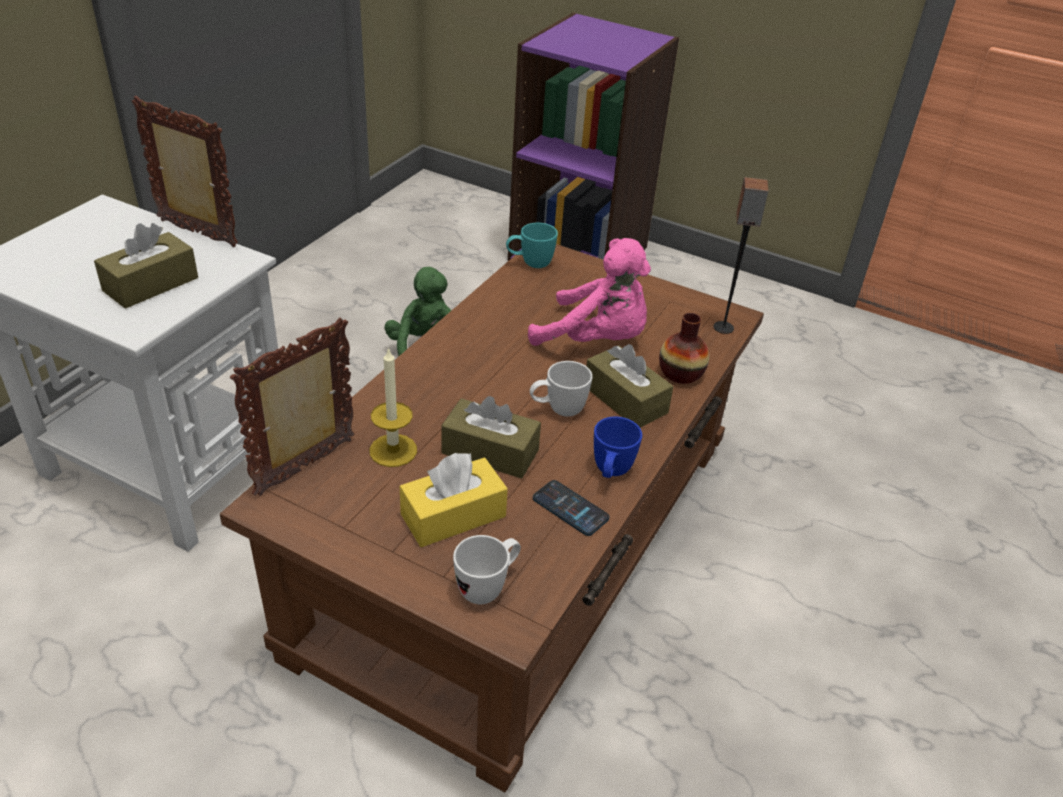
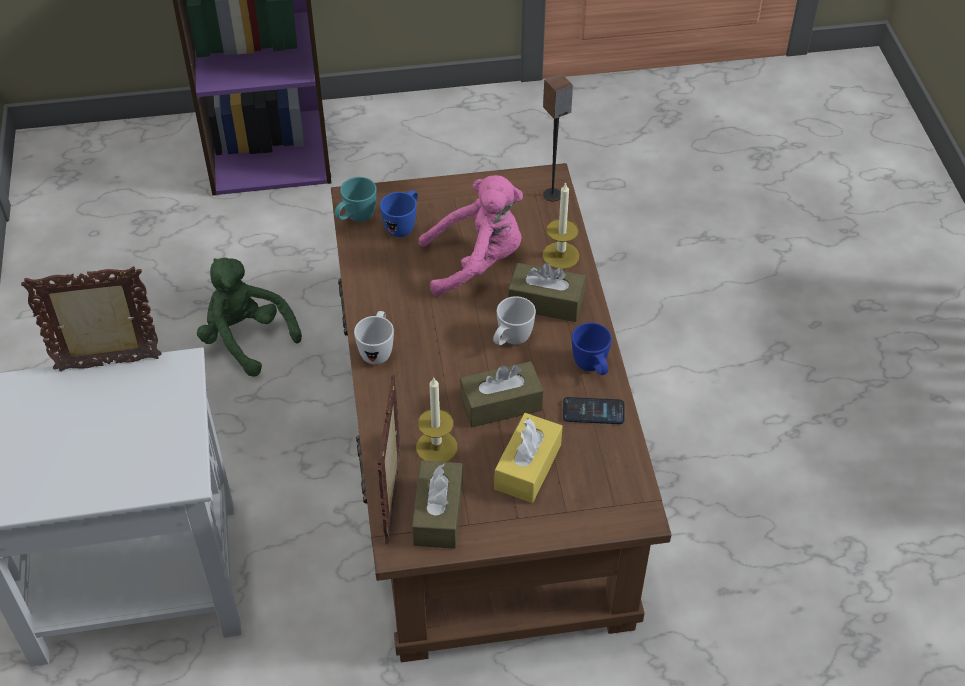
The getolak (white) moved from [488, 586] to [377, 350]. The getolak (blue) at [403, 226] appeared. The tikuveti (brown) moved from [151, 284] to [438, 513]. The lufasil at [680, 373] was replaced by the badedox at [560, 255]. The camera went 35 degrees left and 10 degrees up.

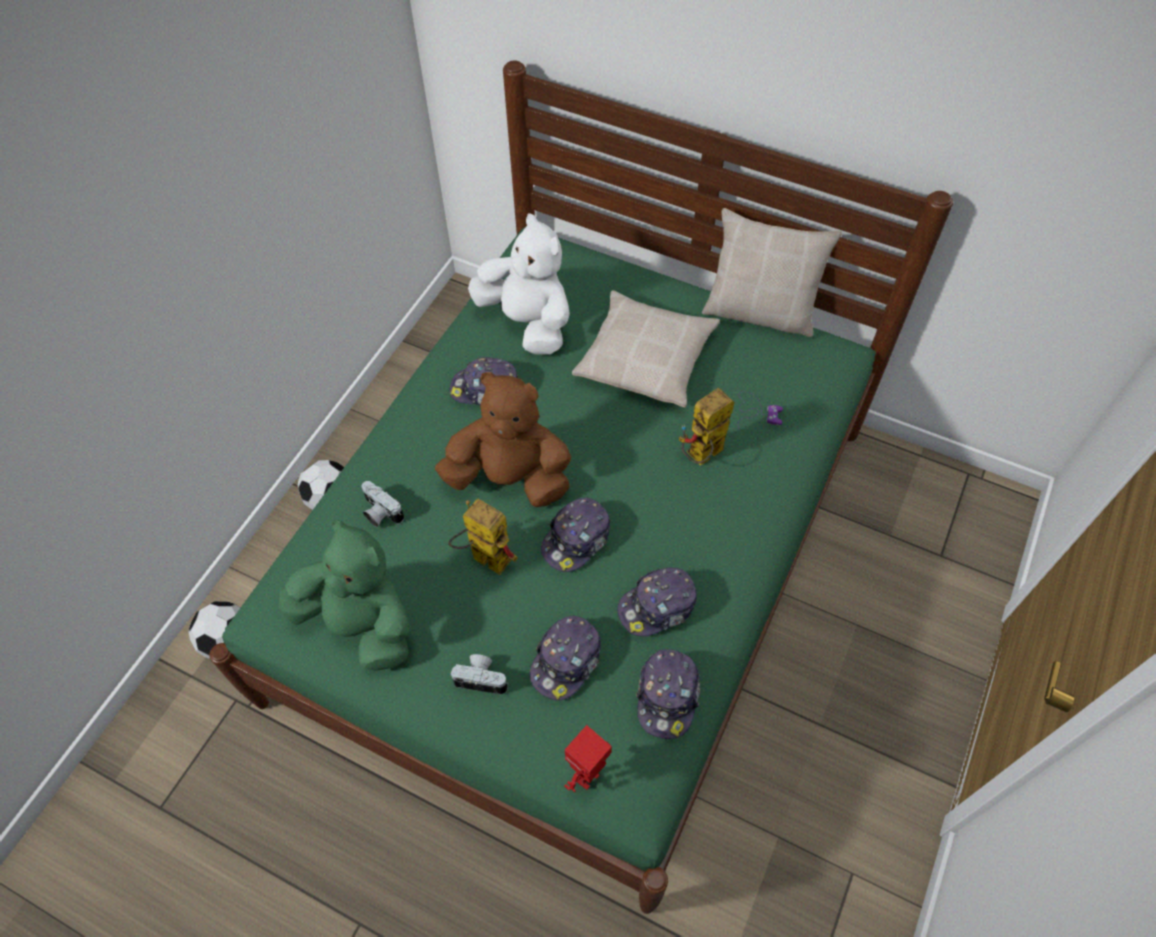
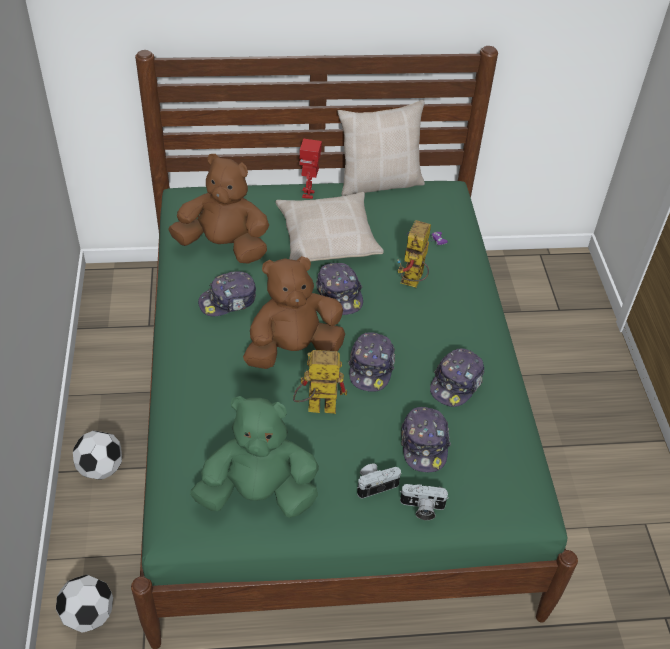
The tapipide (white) at [527, 322] became the tapipide (brown) at [224, 246]. The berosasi moved from [587, 778] to [309, 194]. The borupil moved from [667, 696] to [339, 294]. The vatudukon moved from [380, 513] to [422, 508]. The camera went 35 degrees left and 10 degrees down.

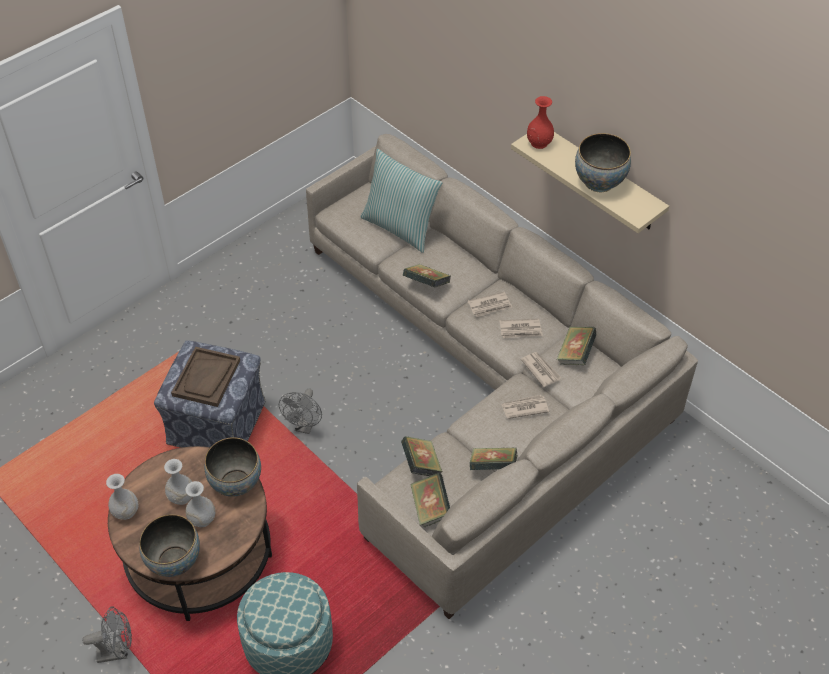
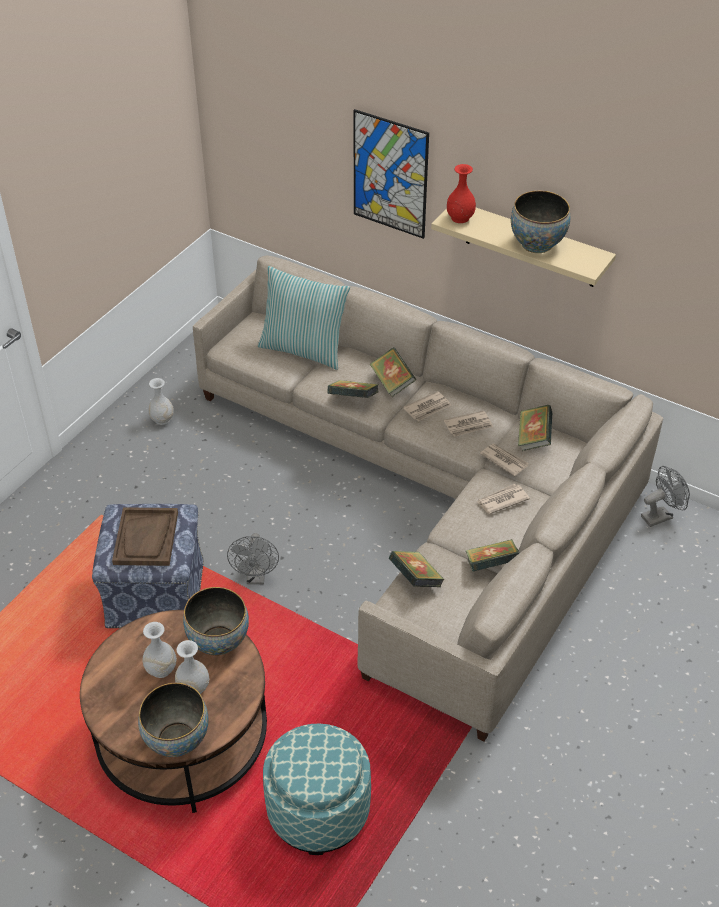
The lufasil (white) moved from [126, 512] to [162, 419]. The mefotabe at [390, 174] appeared. The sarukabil moved from [430, 508] to [392, 383]. The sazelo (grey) moved from [118, 651] to [660, 515]. The camera went 15 degrees left and 5 degrees down.

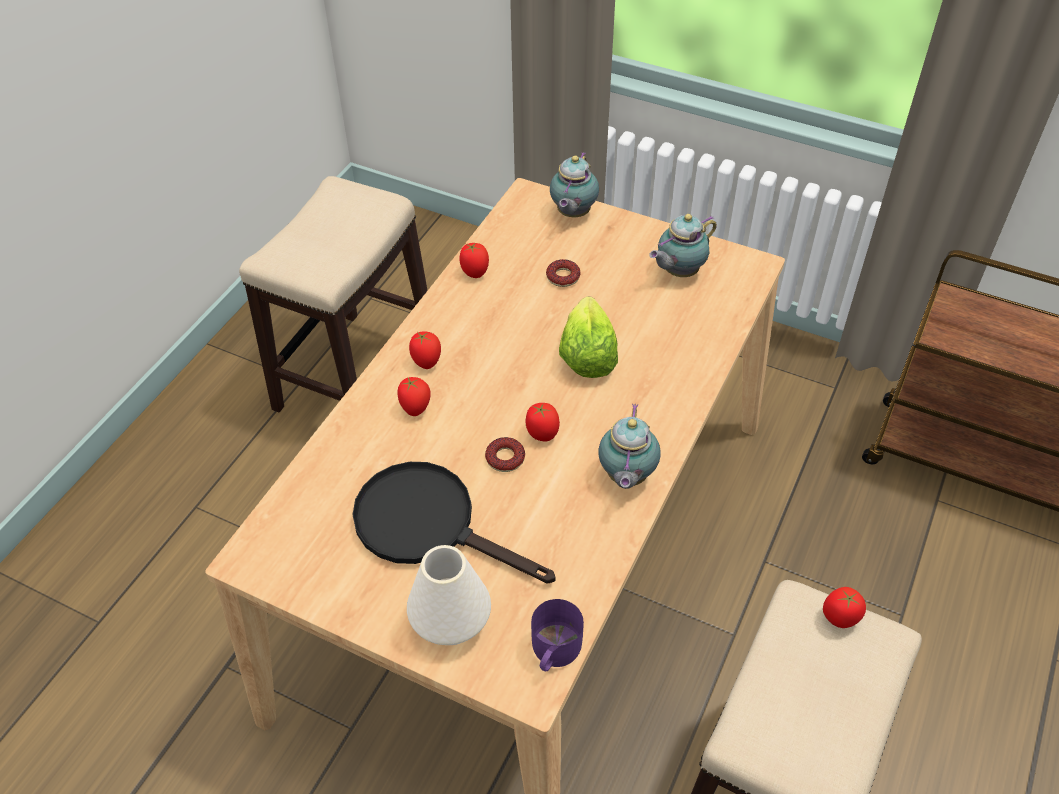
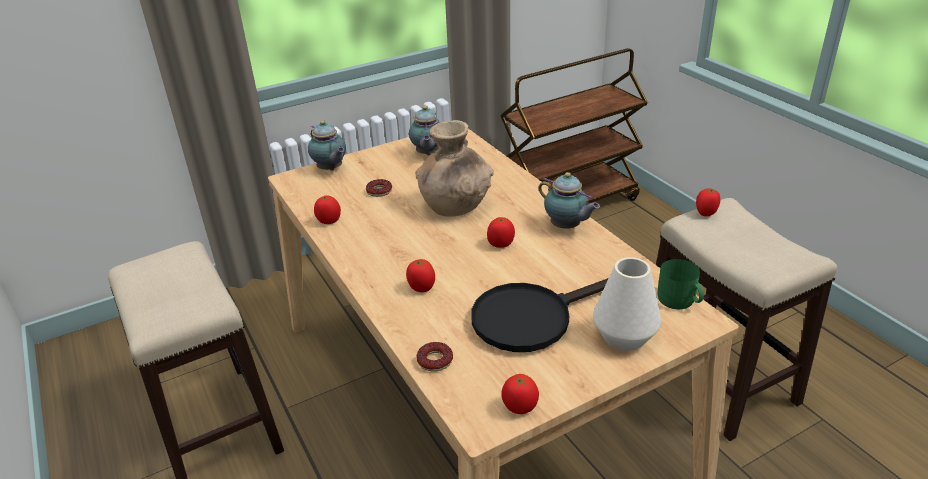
The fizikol at [587, 355] was replaced by the lufasil (brown) at [455, 206]. The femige moved from [505, 458] to [435, 360]. The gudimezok moved from [426, 362] to [519, 408]. The getolak (purple) at [553, 652] became the getolak (green) at [679, 301]. The camera went 55 degrees left and 15 degrees down.

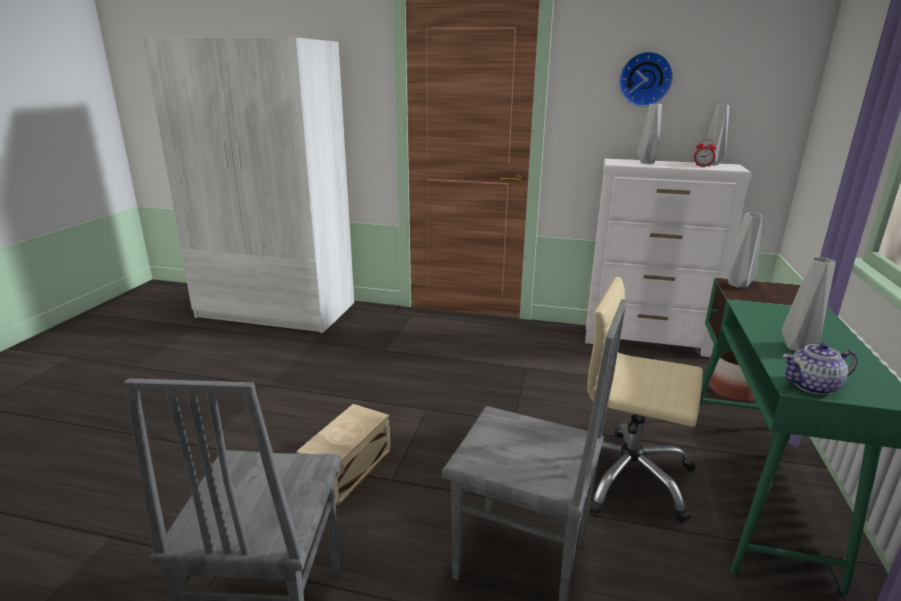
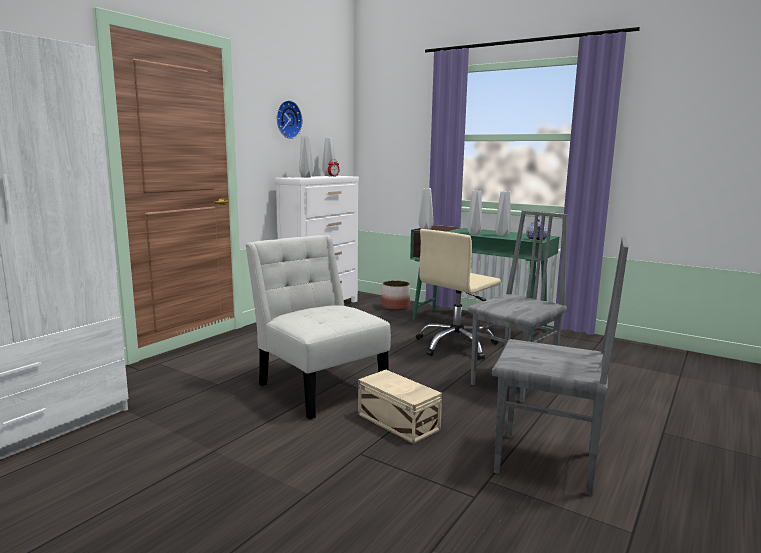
The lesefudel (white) at [319, 386] appeared. The lufasil (grey) at [474, 233] appeared. The camera went 70 degrees left and 10 degrees down.

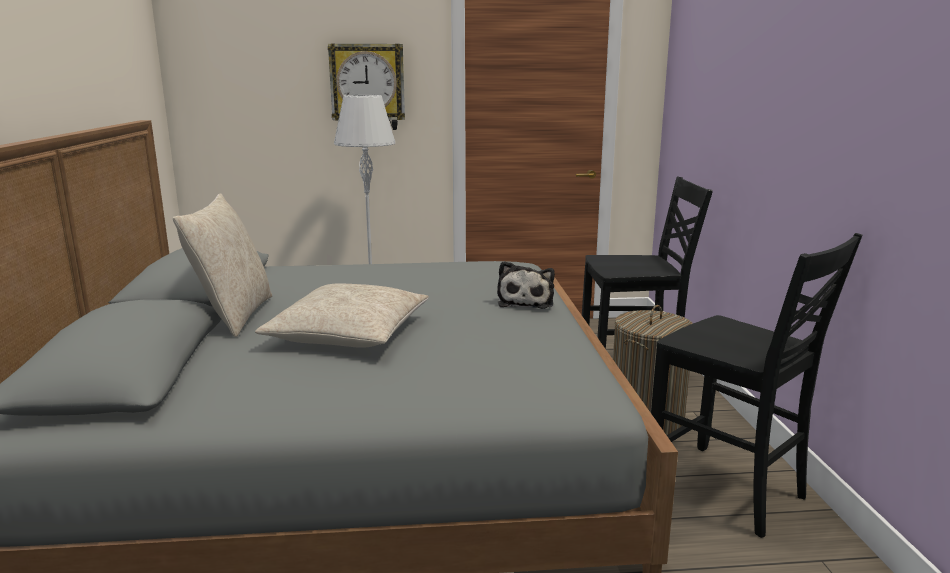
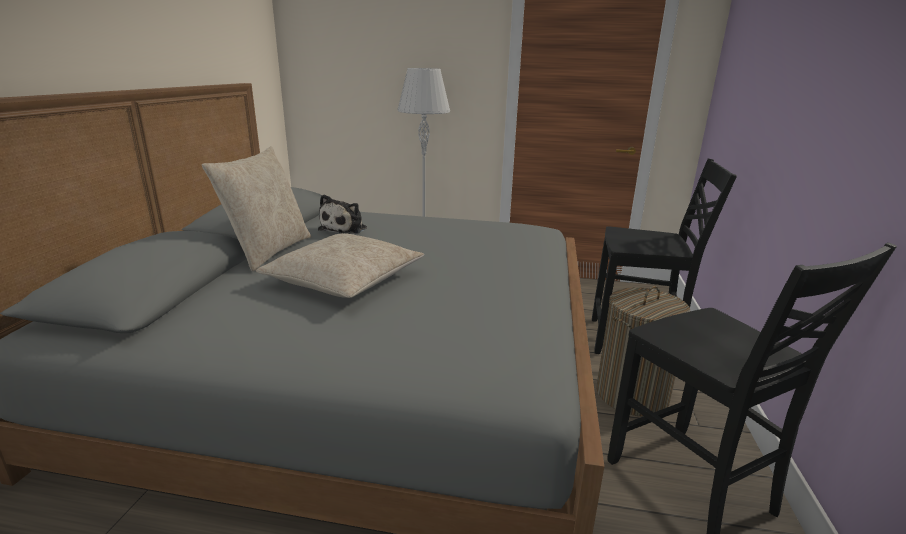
The tapipide moved from [526, 301] to [345, 228]. The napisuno at [367, 87] disappeared. The camera went 15 degrees right and 5 degrees up.

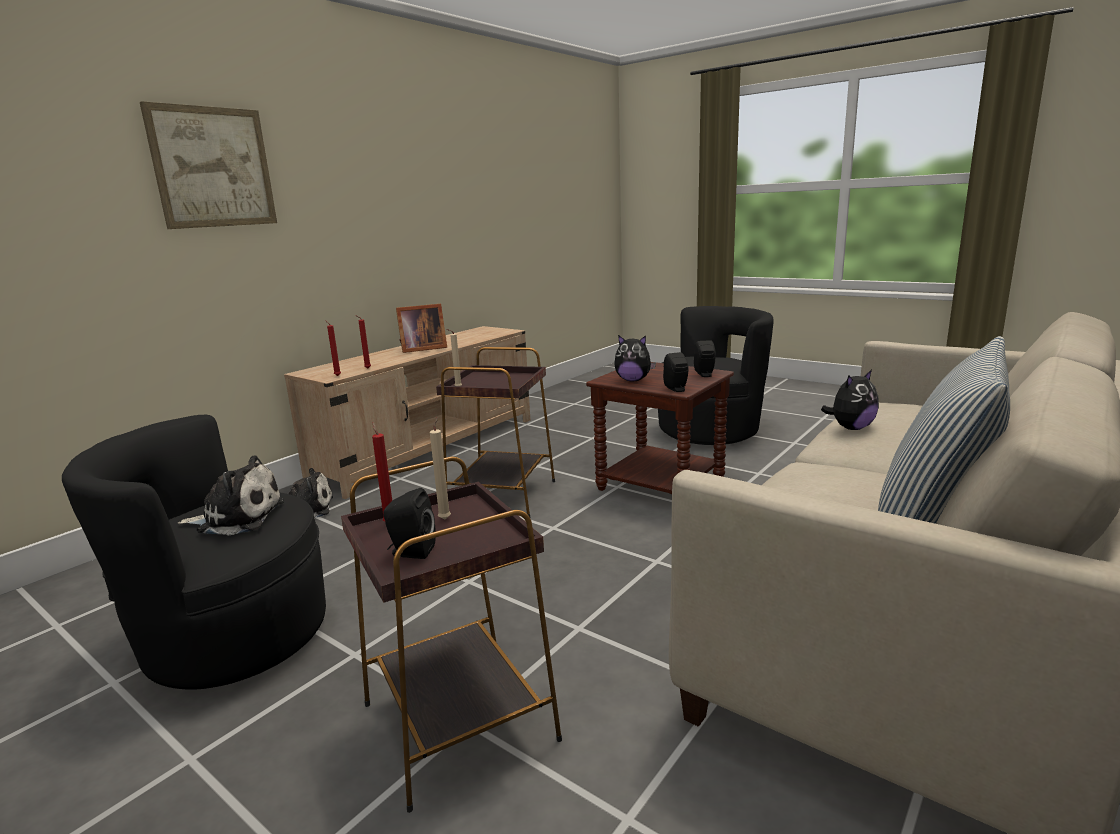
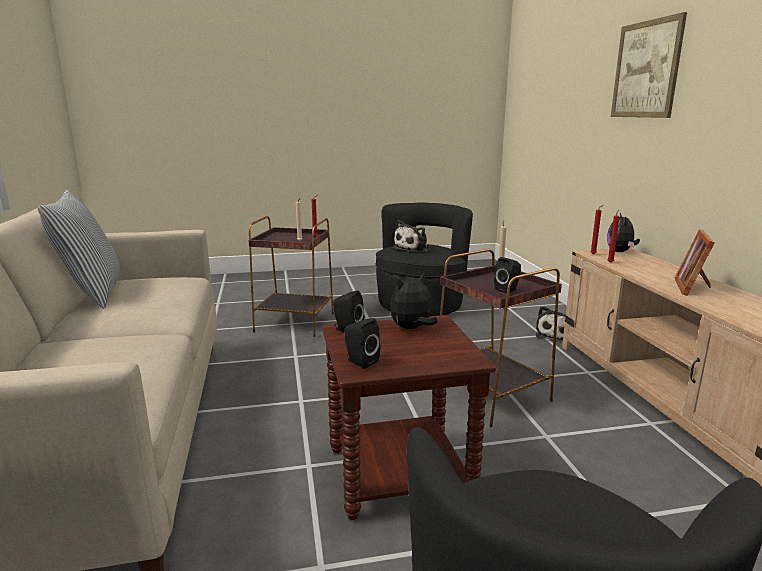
The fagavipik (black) moved from [410, 552] to [508, 290]. The tapipide moved from [851, 428] to [620, 252]. The camera went 130 degrees right and 0 degrees up.

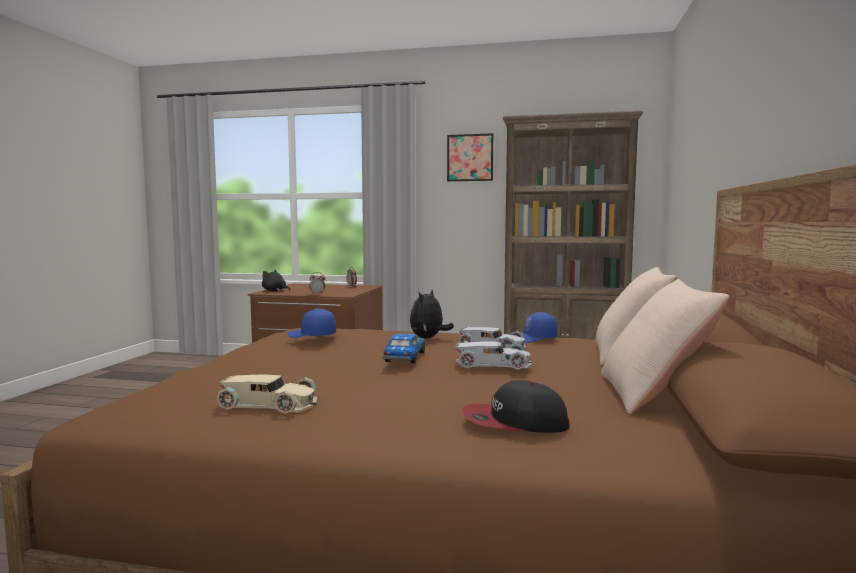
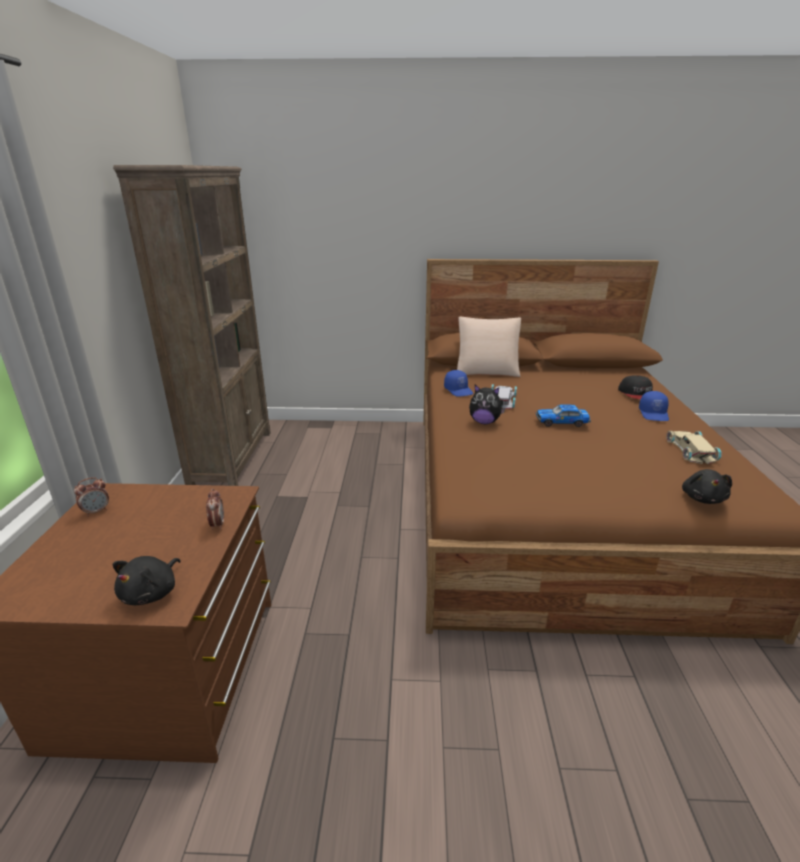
The borupil (blue) moved from [311, 336] to [654, 414]. The tapipide (black) at [702, 498] appeared. The mefotabe at [470, 157] disappeared. The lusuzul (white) at [493, 364] disappeared. The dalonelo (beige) at [653, 394] disappeared. The camera went 100 degrees left and 20 degrees up.

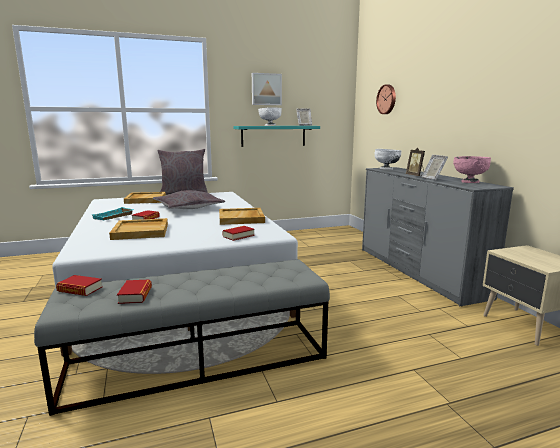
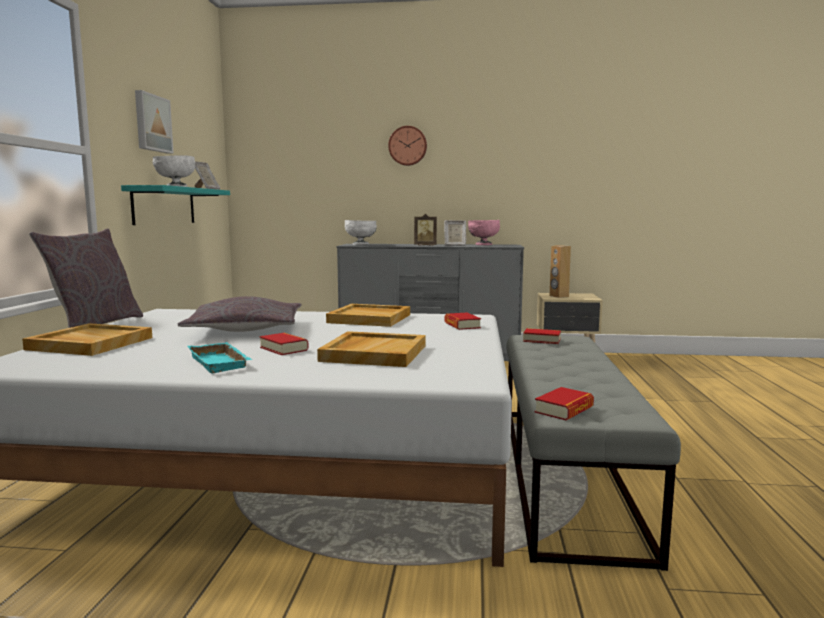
The napisuno moved from [387, 99] to [407, 146]. The sarukabil moved from [135, 295] to [542, 340]. The fagavipik (brown) at [558, 296] appeared. The camera went 65 degrees left and 5 degrees down.

